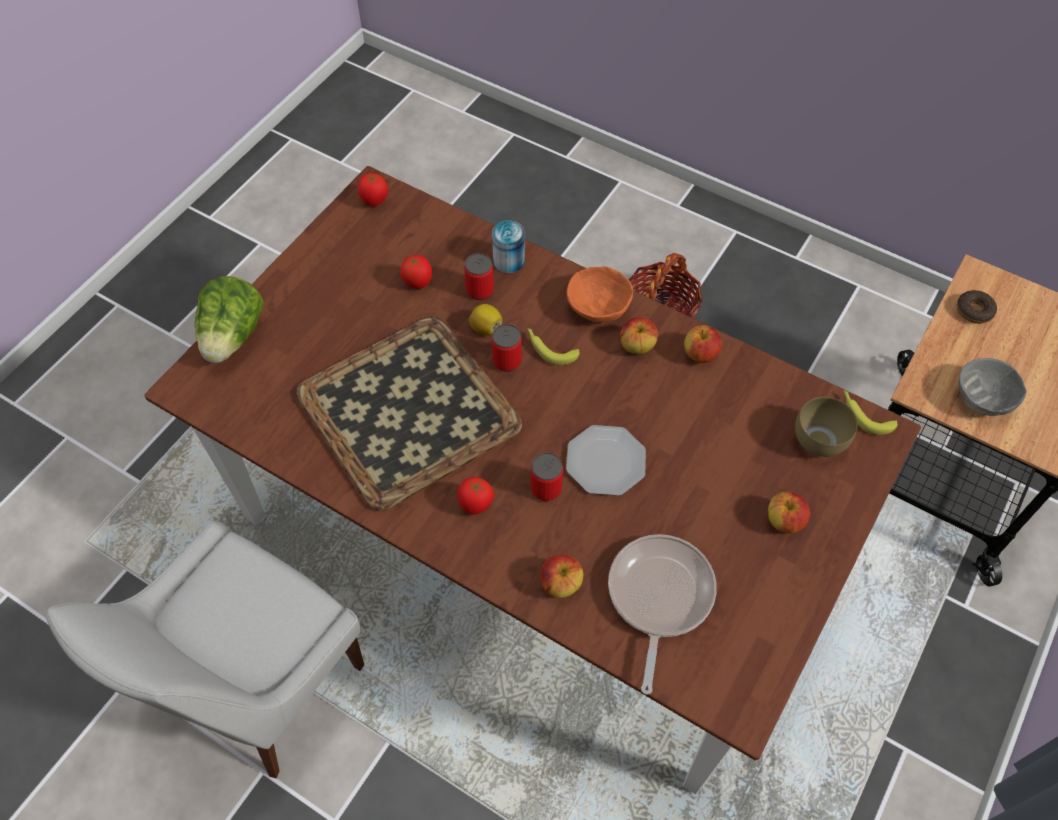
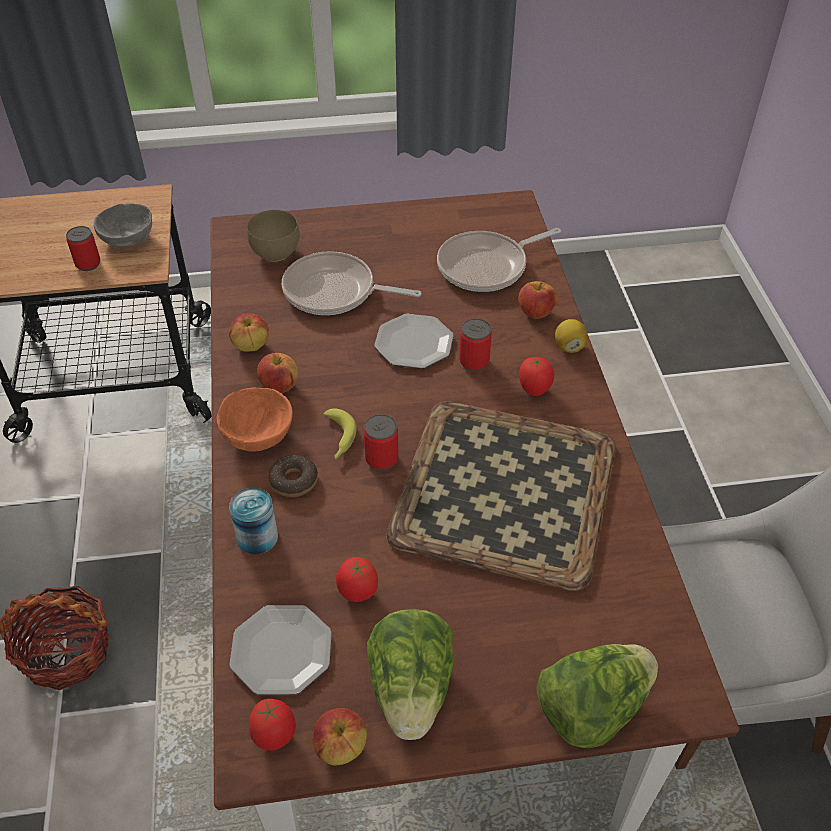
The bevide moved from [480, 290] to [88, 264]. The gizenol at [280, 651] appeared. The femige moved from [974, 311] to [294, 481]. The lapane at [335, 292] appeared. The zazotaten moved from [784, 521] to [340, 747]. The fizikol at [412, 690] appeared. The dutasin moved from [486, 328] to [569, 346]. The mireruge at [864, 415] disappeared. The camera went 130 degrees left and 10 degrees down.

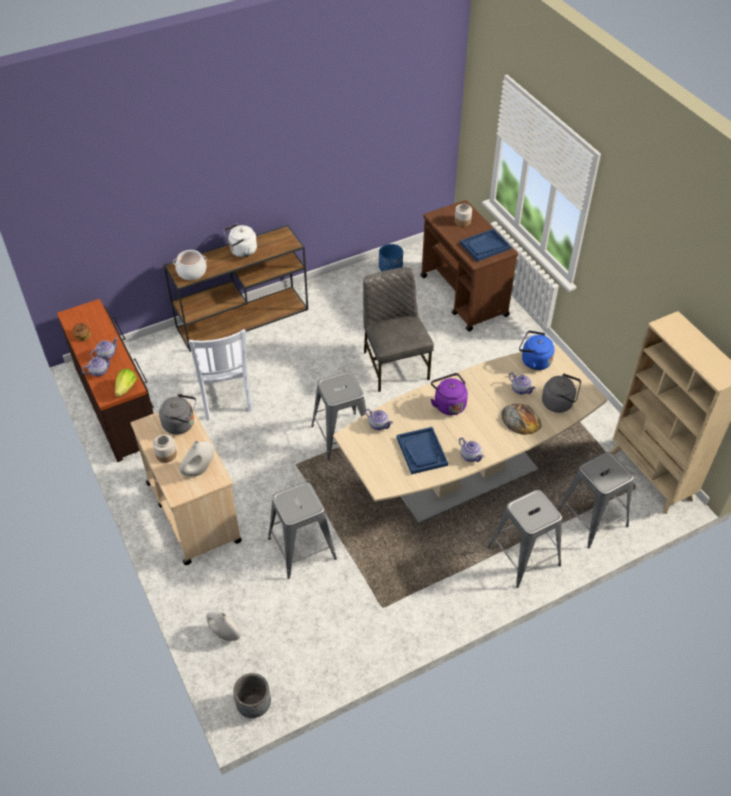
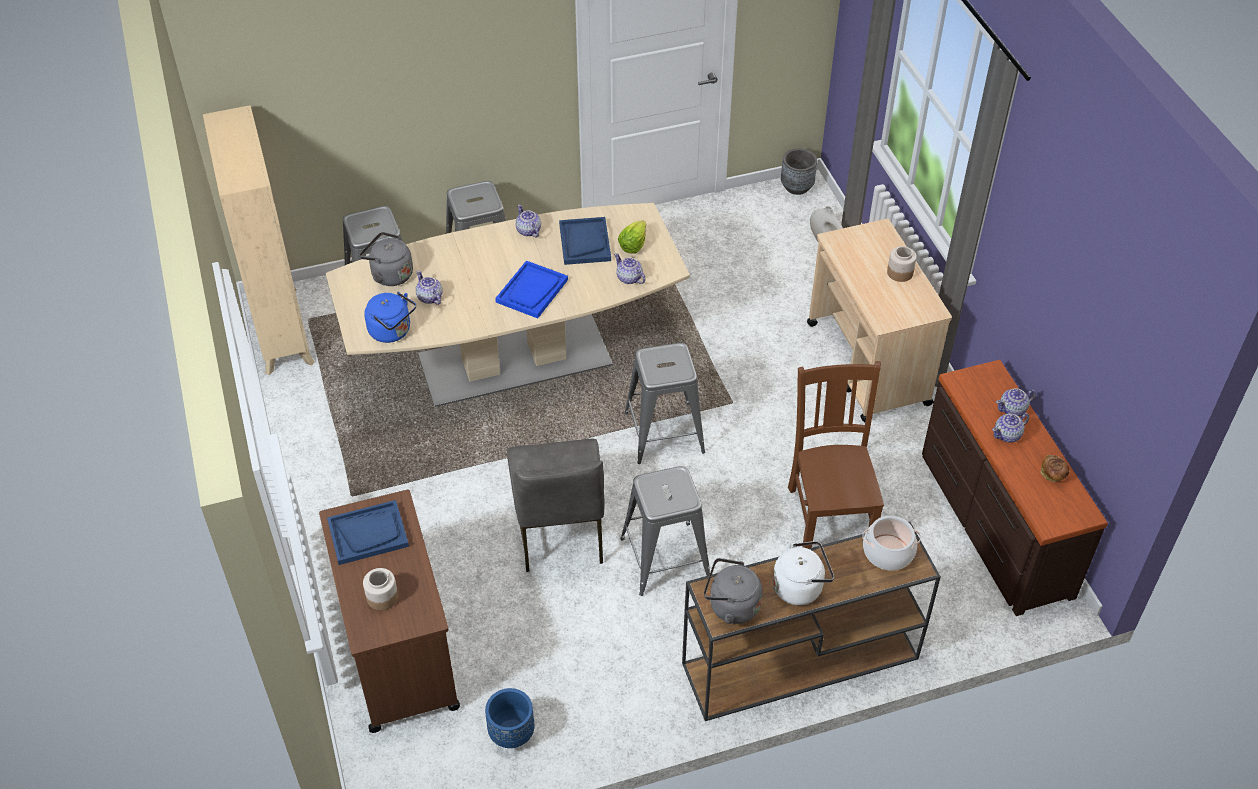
The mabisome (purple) at [448, 404] was replaced by the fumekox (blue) at [532, 291]. The fizikol moved from [126, 388] to [633, 245]. The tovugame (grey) moved from [302, 548] to [664, 558]. The mabisome (grey) moved from [181, 424] to [730, 606]. The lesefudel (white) at [225, 397] became the lesefudel (brown) at [829, 515]. The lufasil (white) at [199, 470] disappeared. The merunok at [521, 419] disappeared. The camera went 170 degrees left and 0 degrees up.

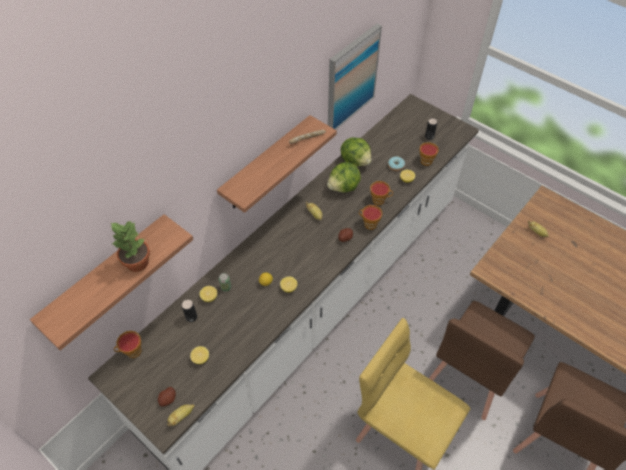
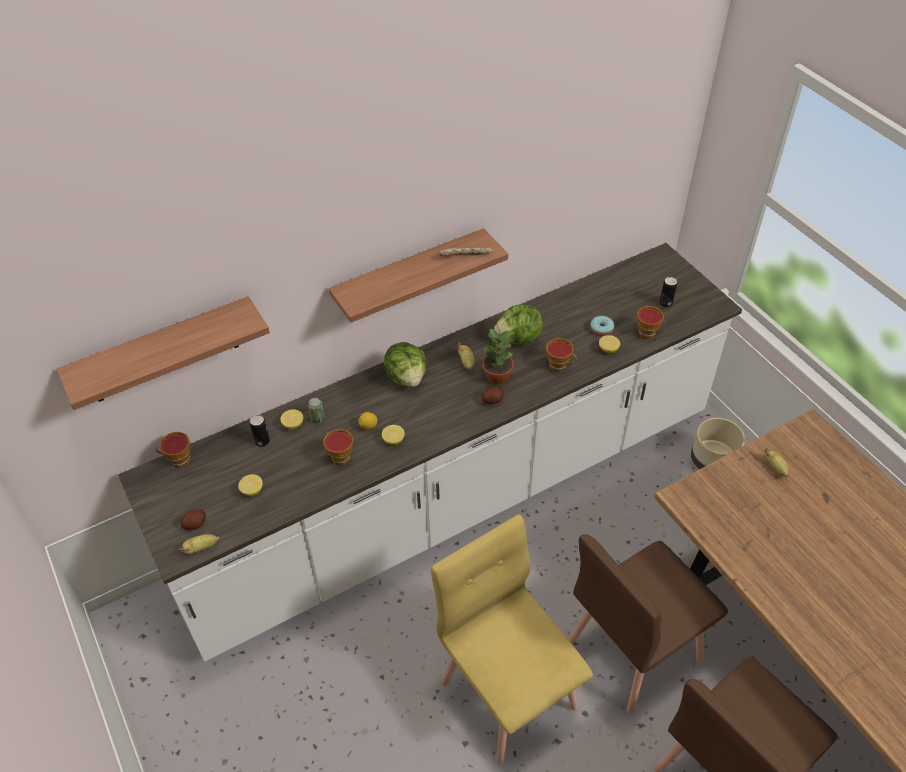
The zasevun moved from [368, 224] to [339, 456]. The fizikol moved from [356, 161] to [407, 377]. The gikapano moved from [136, 263] to [496, 376]. The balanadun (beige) at [712, 461] appeared. The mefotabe at [351, 78] disappeared. The camera went 20 degrees right and 5 degrees down.

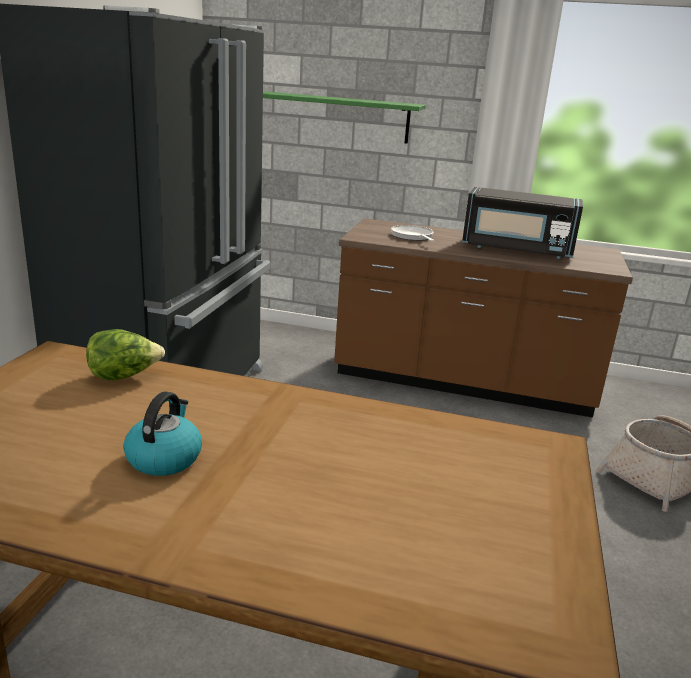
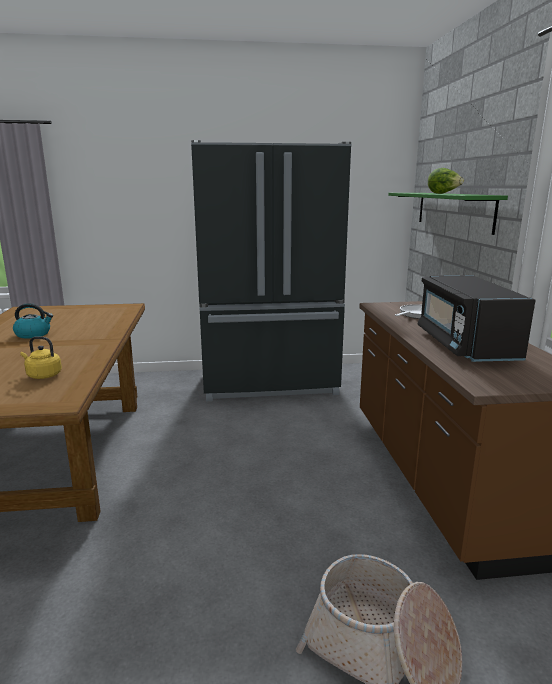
The mabisome (yellow) at [43, 375] appeared. The fizikol moved from [124, 376] to [443, 193]. The camera went 70 degrees right and 5 degrees down.

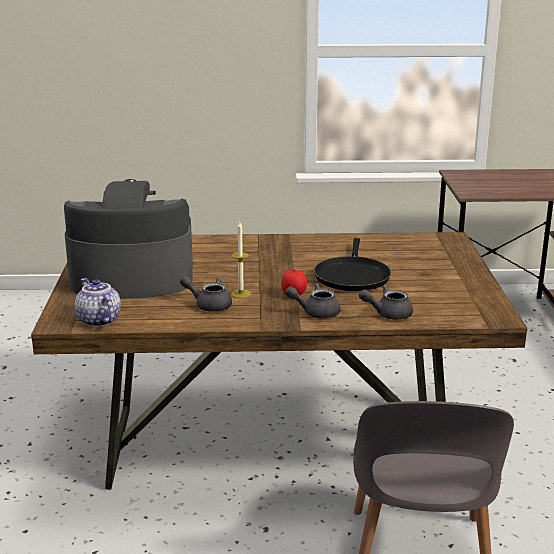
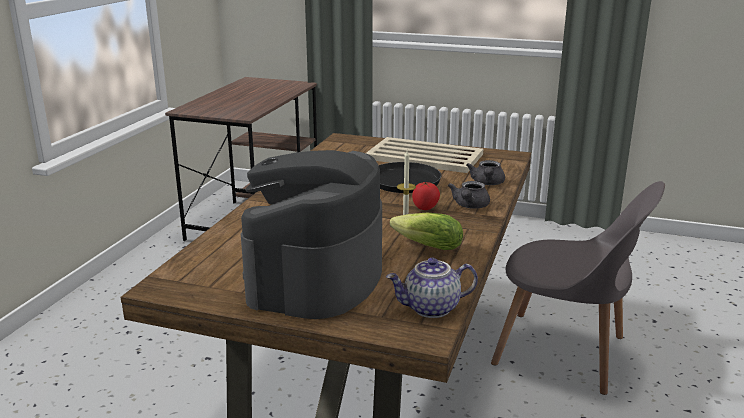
The fumekox (beige) at [425, 157] appeared. The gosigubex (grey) at [209, 305] was replaced by the fizikol at [424, 246]. The camera went 70 degrees left and 0 degrees up.

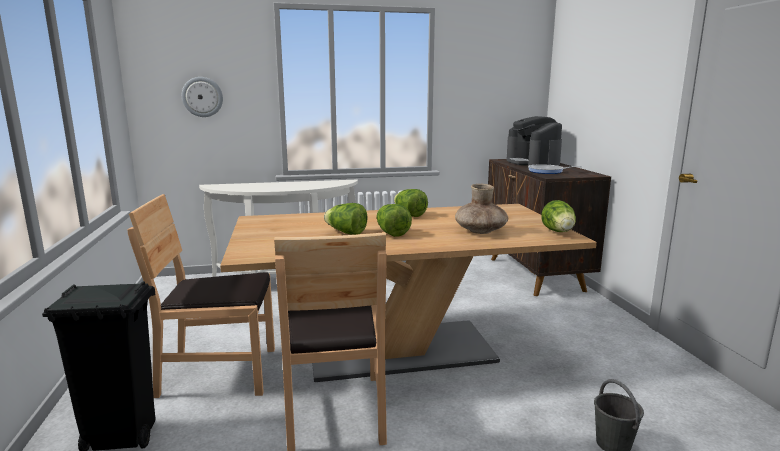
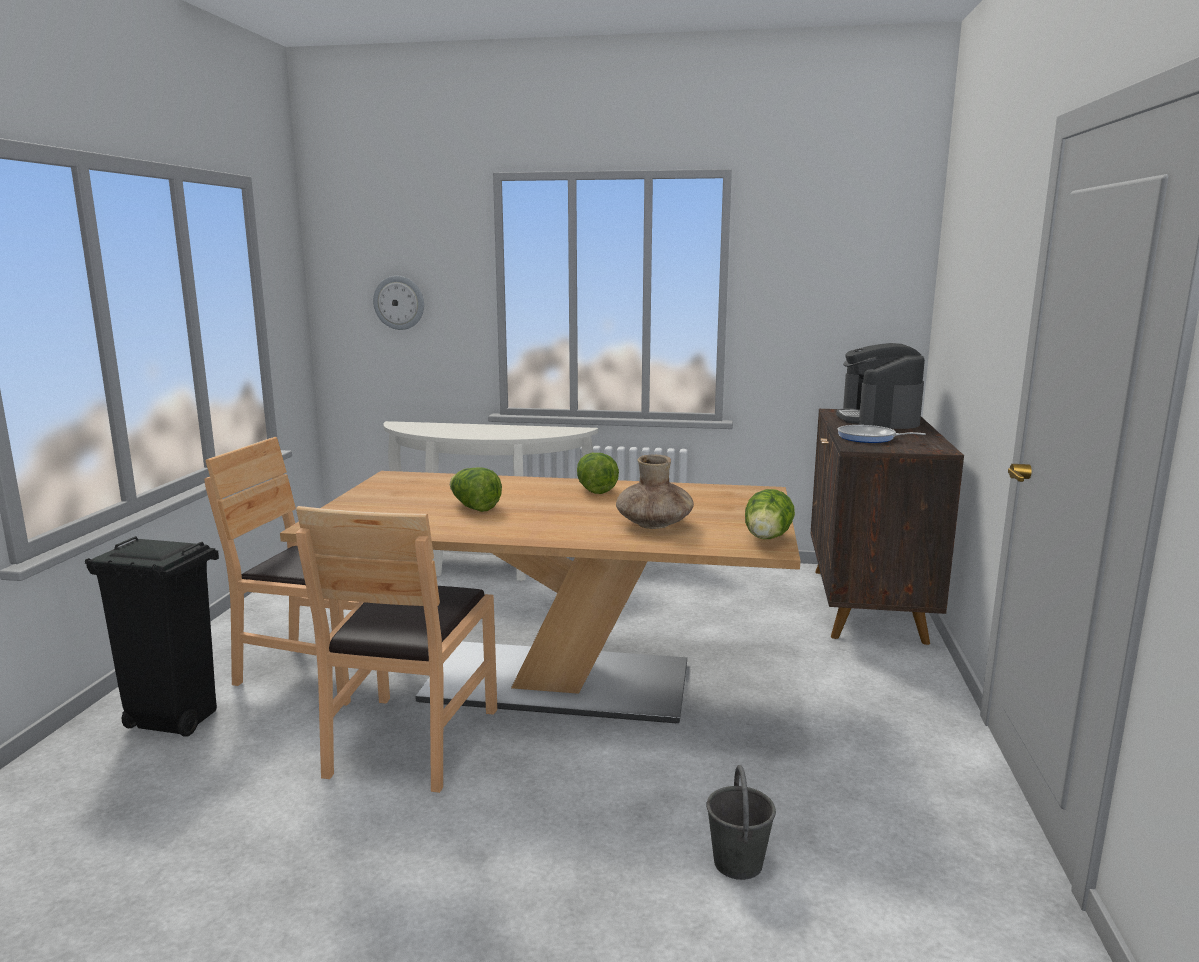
The fizikol at [391, 233] disappeared. The camera went 20 degrees right and 0 degrees up.

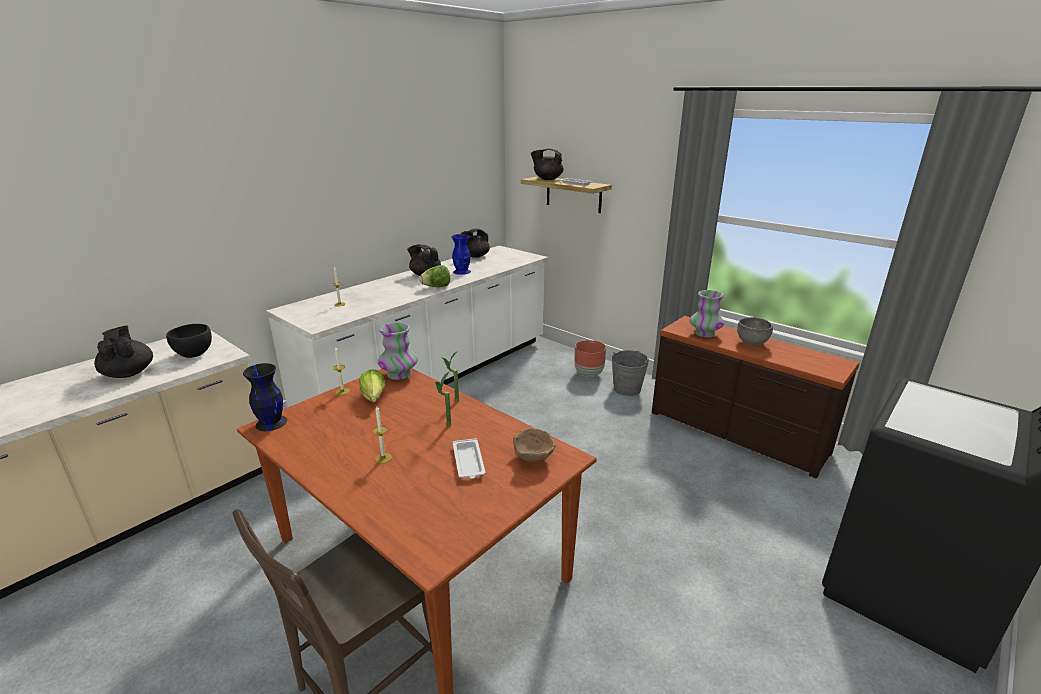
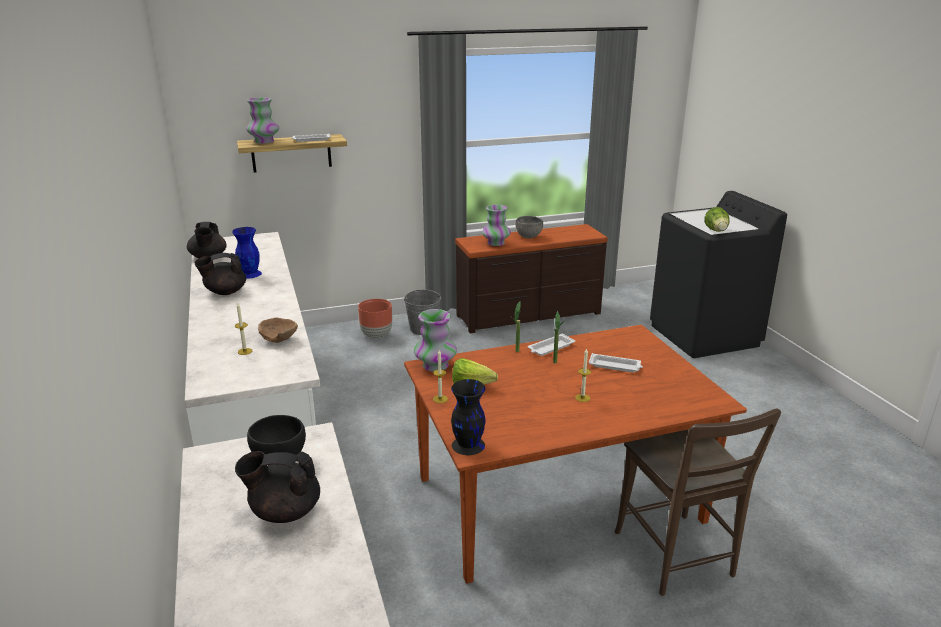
The gosigubex (black) at [547, 179] was replaced by the lufasil at [264, 142]. The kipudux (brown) moved from [534, 458] to [280, 340]. The fumekox (white) at [550, 348] appeared. The fizikol moved from [436, 287] to [716, 231]. The camera went 60 degrees left and 0 degrees up.

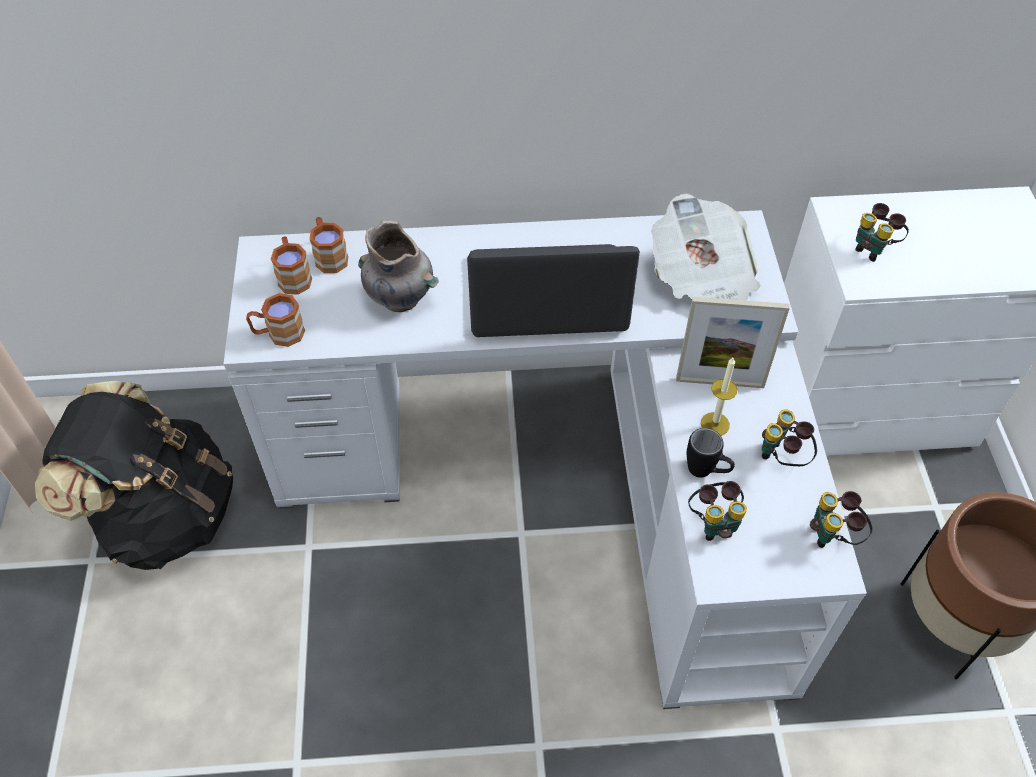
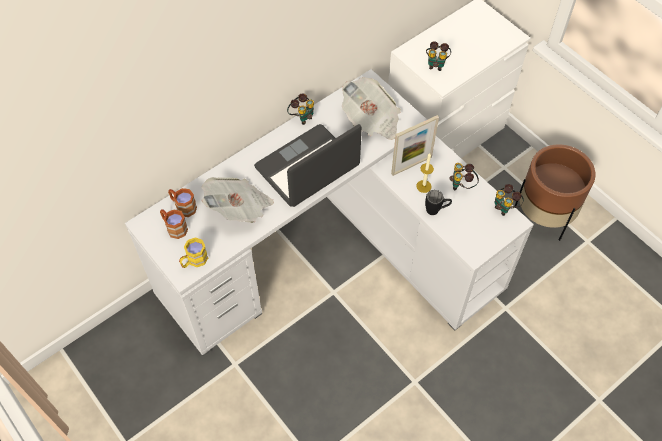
The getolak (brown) at [279, 334] became the getolak (yellow) at [194, 261]. The lufasil (grey) at [401, 299] was replaced by the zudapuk at [239, 208]. The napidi moved from [714, 523] to [301, 117]. The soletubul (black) at [165, 514] disappeared. The camera went 35 degrees left and 5 degrees up.

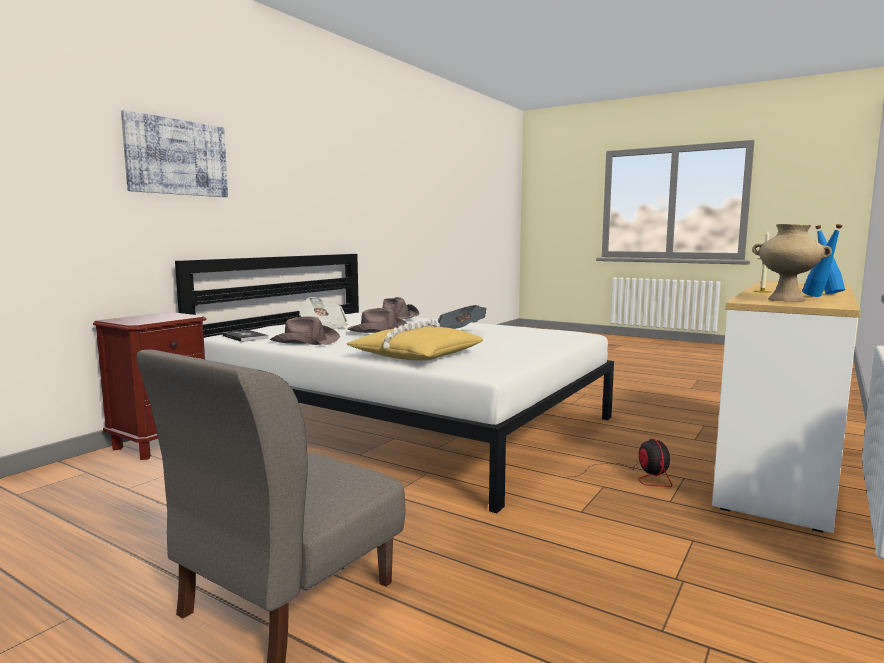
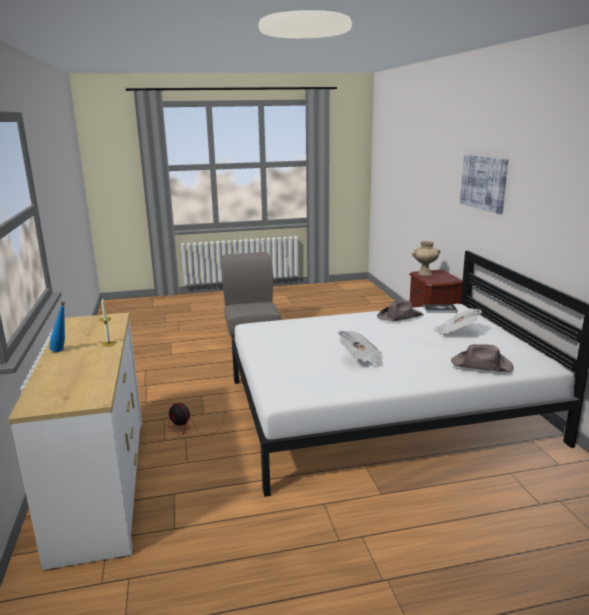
The lufasil (beige) moved from [787, 299] to [424, 274]. The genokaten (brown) at [378, 330] disappeared. The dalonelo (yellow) at [416, 355] disappeared. The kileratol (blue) at [819, 297] disappeared. The camera went 135 degrees right and 10 degrees up.

